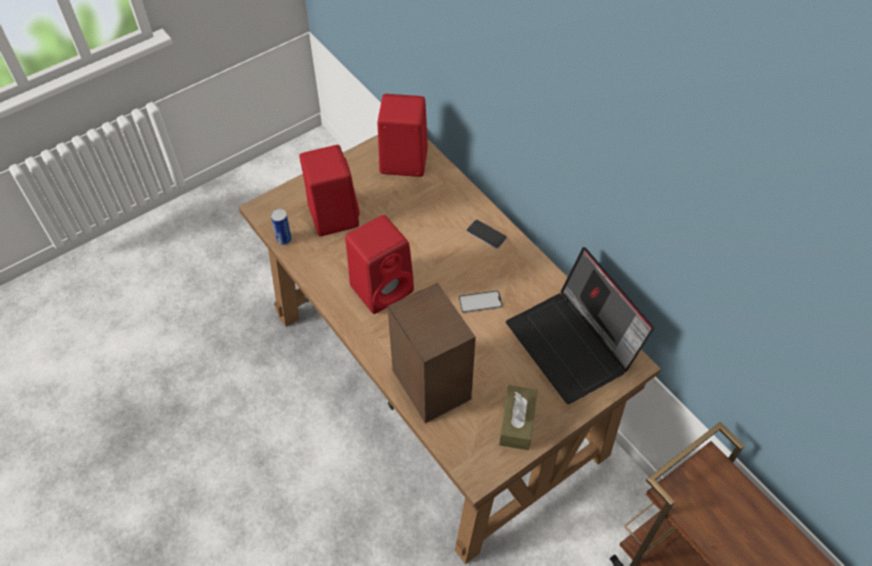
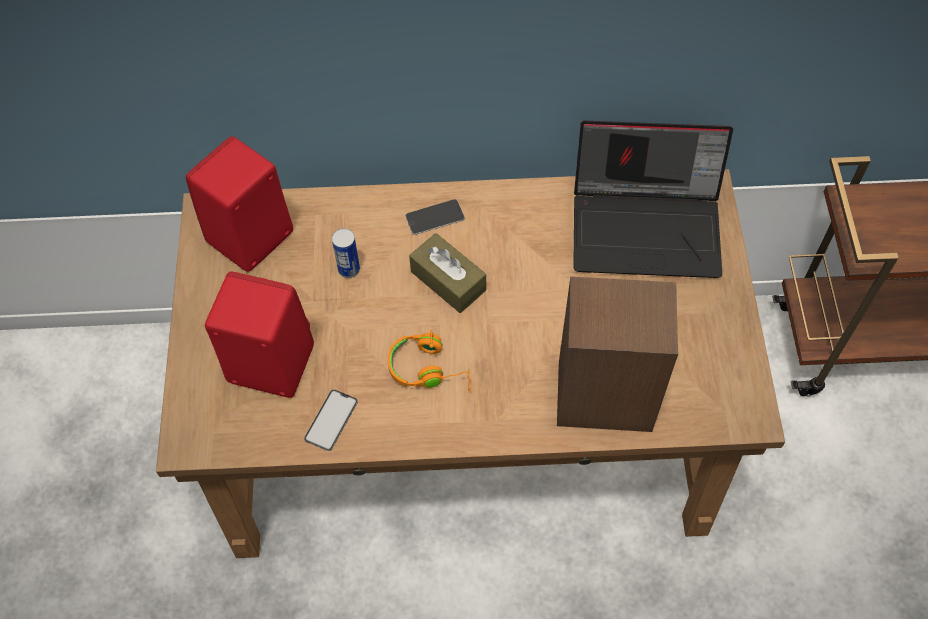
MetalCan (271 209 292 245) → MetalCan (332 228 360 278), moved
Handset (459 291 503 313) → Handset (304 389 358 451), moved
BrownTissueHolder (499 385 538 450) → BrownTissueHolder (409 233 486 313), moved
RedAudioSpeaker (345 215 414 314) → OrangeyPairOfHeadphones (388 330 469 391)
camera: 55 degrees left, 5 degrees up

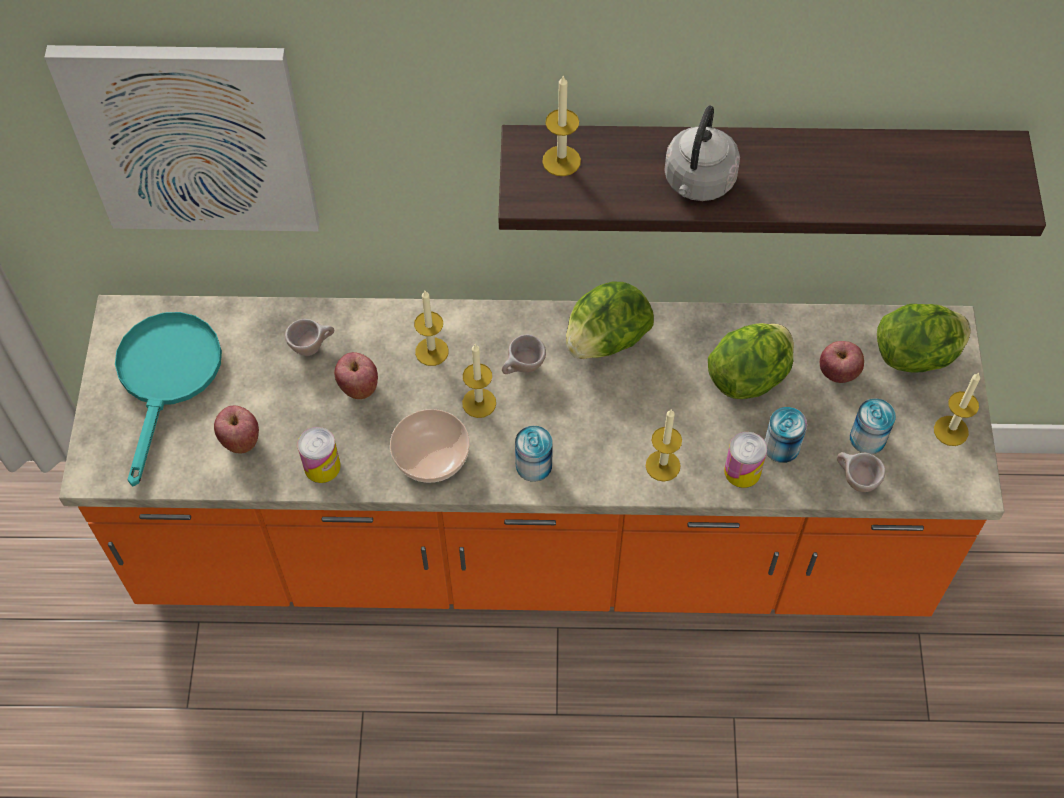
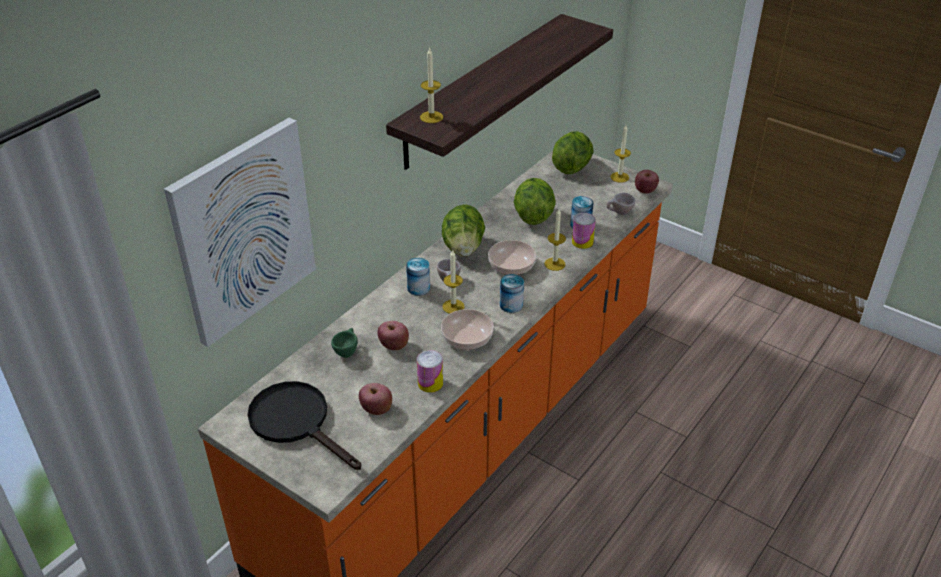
WaxLight (414 291 449 366) → -
GrayWaterKettle (664 106 740 201) → -
- → Bowl (488 240 536 275)
Apple (820 341 864 383) → Apple (635 170 659 194), moved
MetalCan (850 398 896 454) → MetalCan (406 258 430 296), moved
BlueGreenSkillet (115 312 222 486) → BlackishSkillet (247 381 361 470)
BeigeColouredCup (285 319 334 356) → GreenColouredCup (331 328 358 358)
camera: 55 degrees left, 20 degrees down

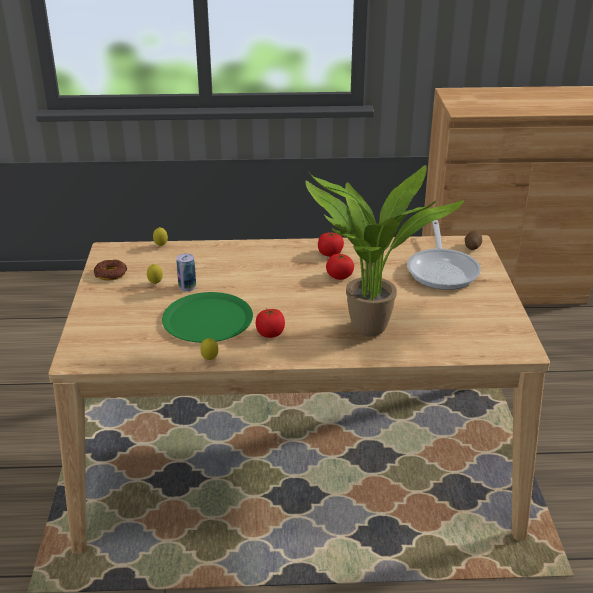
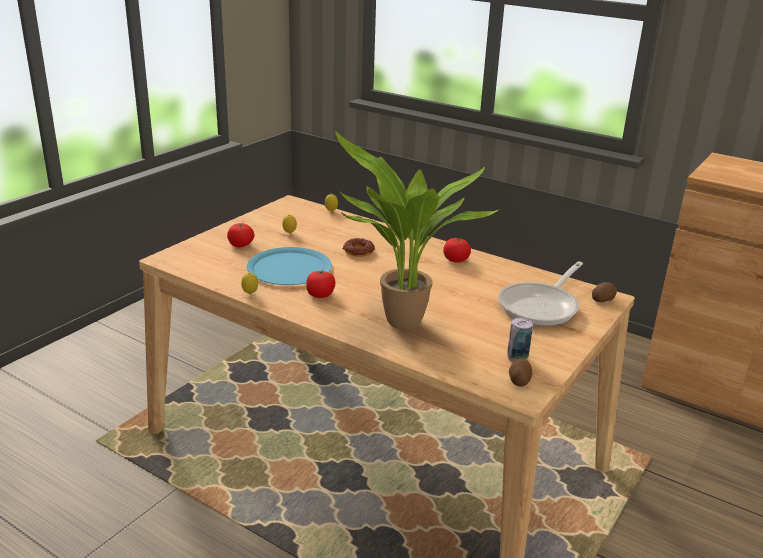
- → WholePotato (509 359 532 386)
Doughnut (94 260 127 281) → Doughnut (343 238 375 257), moved
MetalCan (176 253 196 292) → MetalCan (507 318 533 362), moved
FreshTomato (326 254 354 280) → FreshTomato (227 223 255 247), moved
GreenColouredFlatDish (162 292 253 343) → BlueColouredFlatDish (247 247 332 285)
camera: 35 degrees right, 5 degrees down

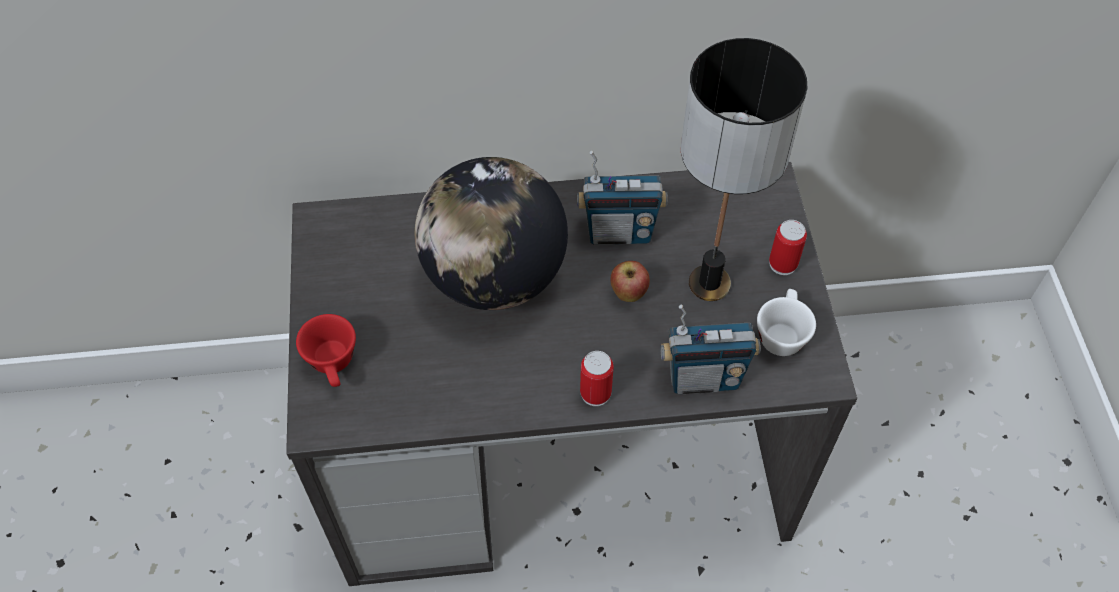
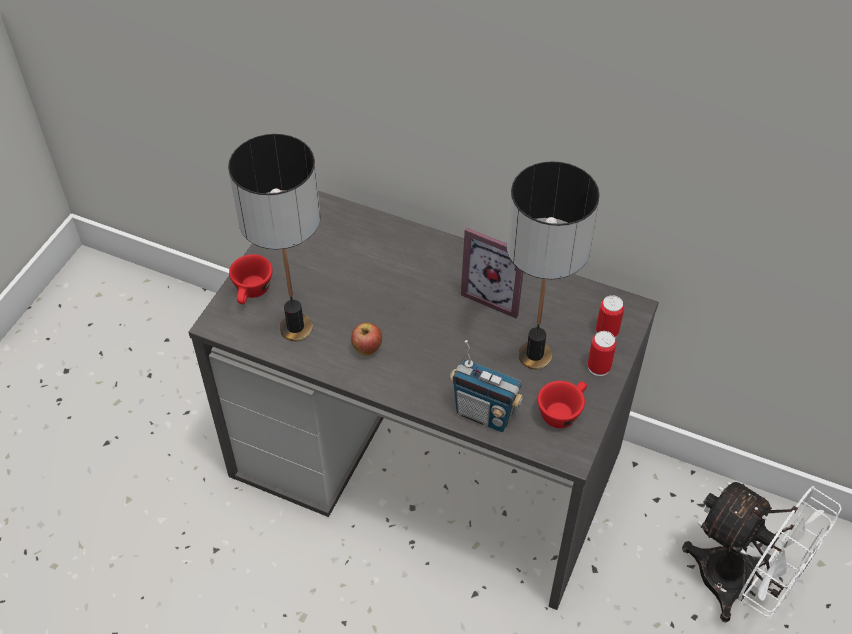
Globe (415 157 568 310) → -
- → LampForATable (228 134 321 341)
- → WhiteColouredElectricFan (682 482 842 623)
MetalCan (580 351 614 406) → MetalCan (596 295 624 338), moved
Apple (610 261 650 302) → Apple (351 323 382 356), moved
RadioSet (577 151 668 245) → PhotoFrame (461 228 523 318)
WhiteColouredCup (757 289 816 356) → RedCup (538 381 587 428)
camera: 30 degrees right, 5 degrees down

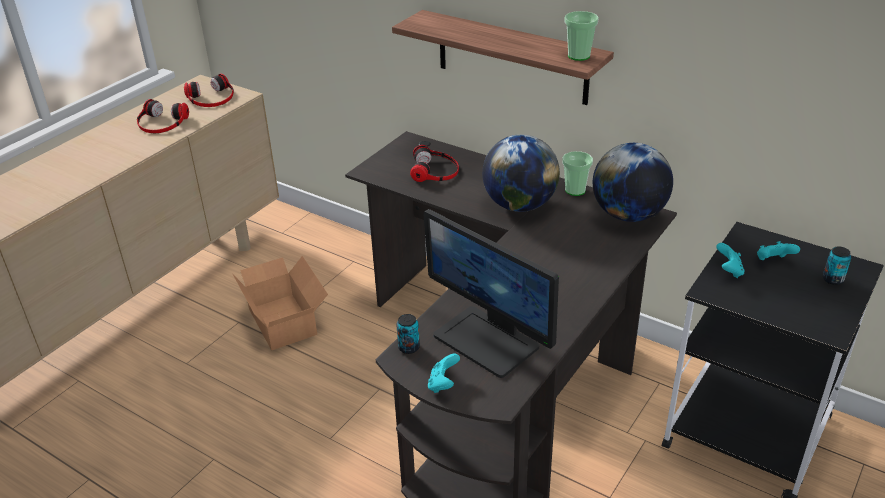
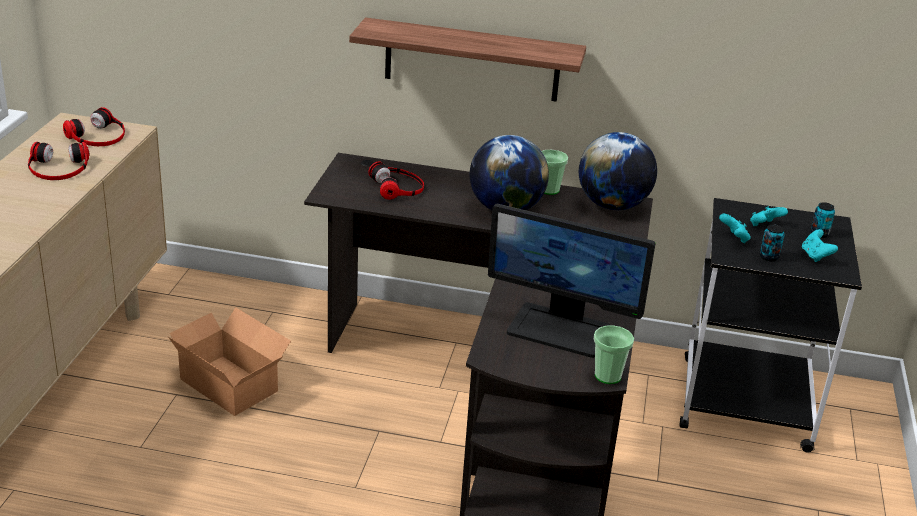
MetalCan (396 314 420 354) → MetalCan (760 224 785 261), moved
BlueGreenJoypad (428 353 460 393) → BlueGreenJoypad (802 229 838 262), moved
Cup (564 11 599 61) → Cup (594 325 634 384), moved
camera: 25 degrees left, 5 degrees down

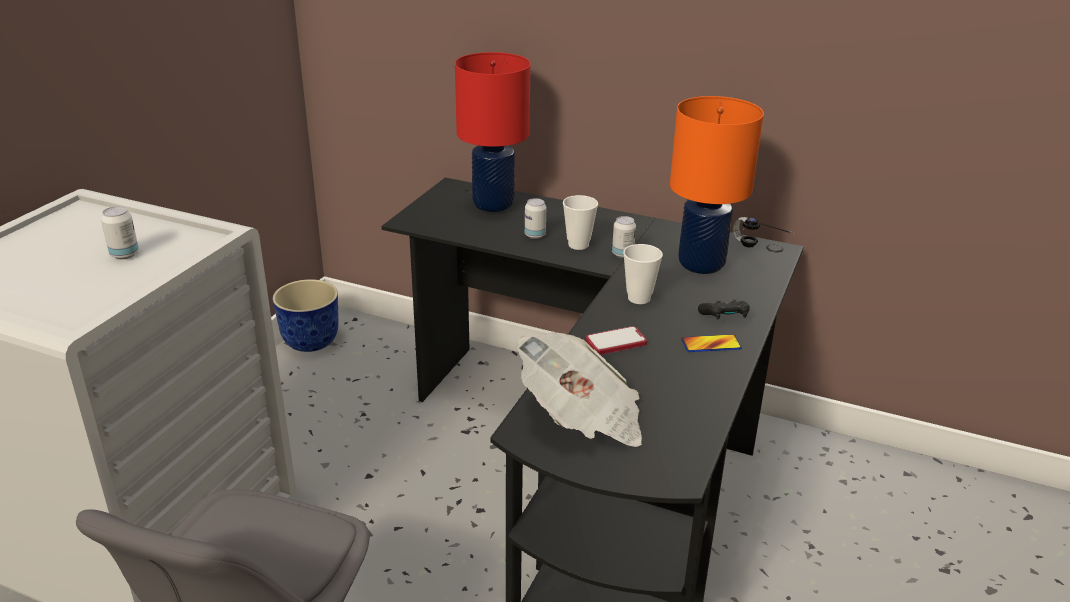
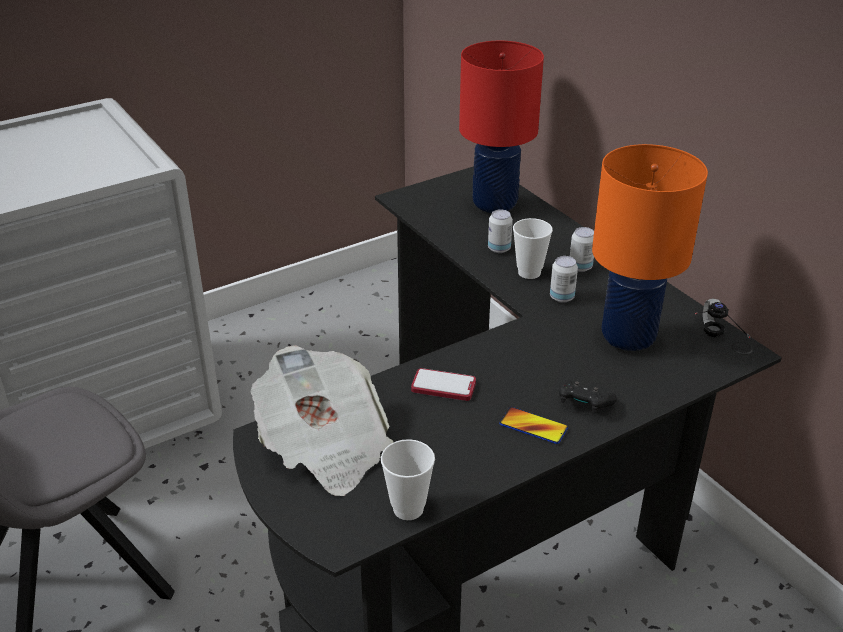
FlowerPot (272 279 338 352) → -
MetalCan (101 206 139 259) → MetalCan (570 227 594 272), moved
Cup (623 244 663 304) → Cup (381 439 435 520), moved
camera: 35 degrees right, 5 degrees up

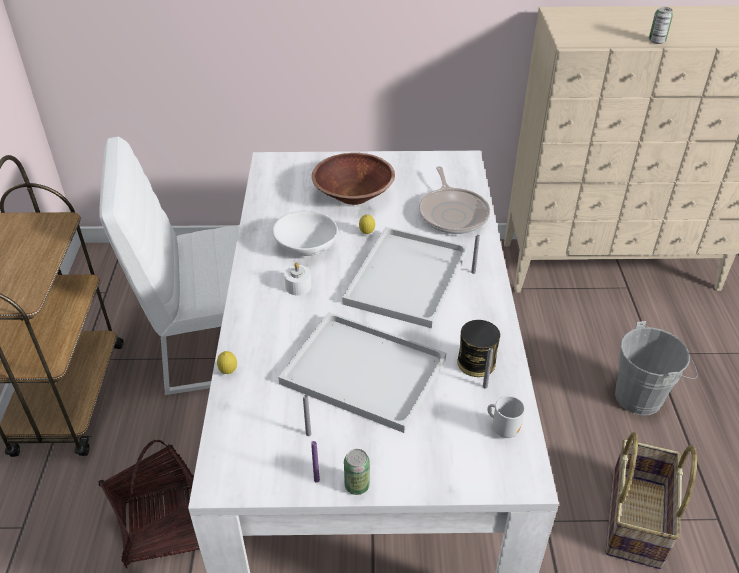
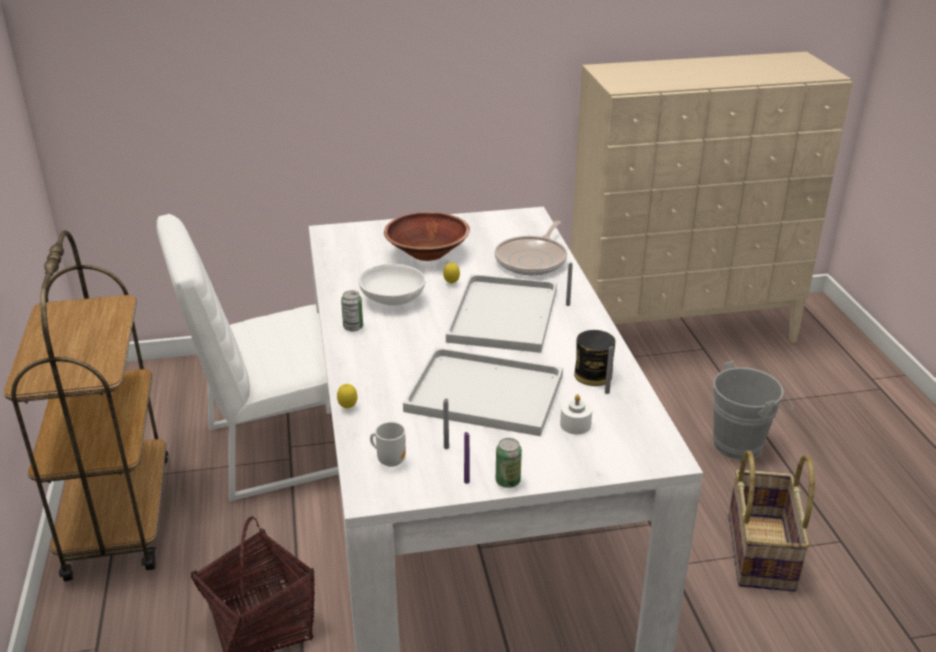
WhiteColouredWaxLight (284 262 312 296) → WhiteColouredWaxLight (560 394 592 434), moved
Mug (487 396 525 438) → Mug (370 422 406 467), moved
MetalCan (649 7 673 44) → MetalCan (341 291 363 331), moved
Skillet (419 166 490 234) → Skillet (495 221 567 275), 45 degrees clockwise
camera: 10 degrees left, 10 degrees down

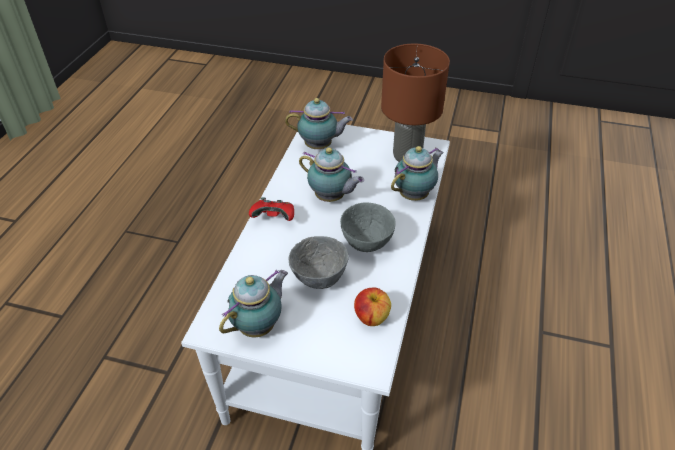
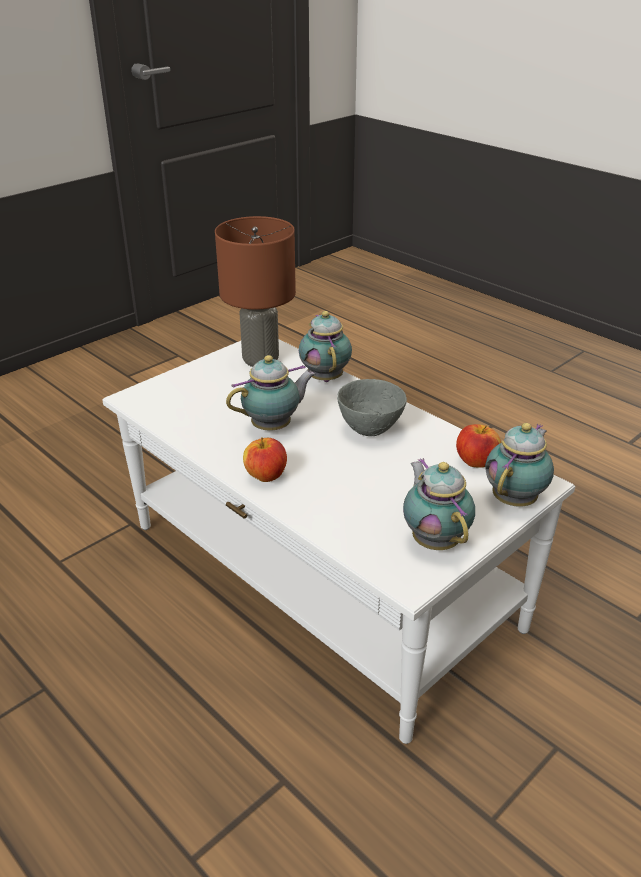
GrayBowl (289 236 349 289) → -
Teapot (285 98 353 149) → Teapot (485 423 554 507), moved
RedJoypad (249 197 294 221) → Apple (243 437 287 482)
camera: 60 degrees left, 10 degrees down

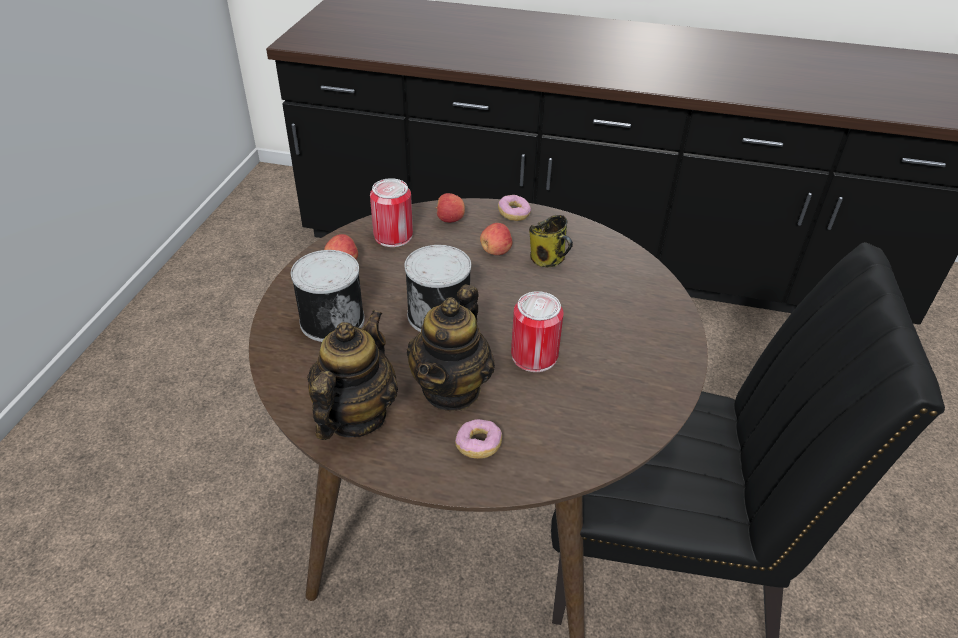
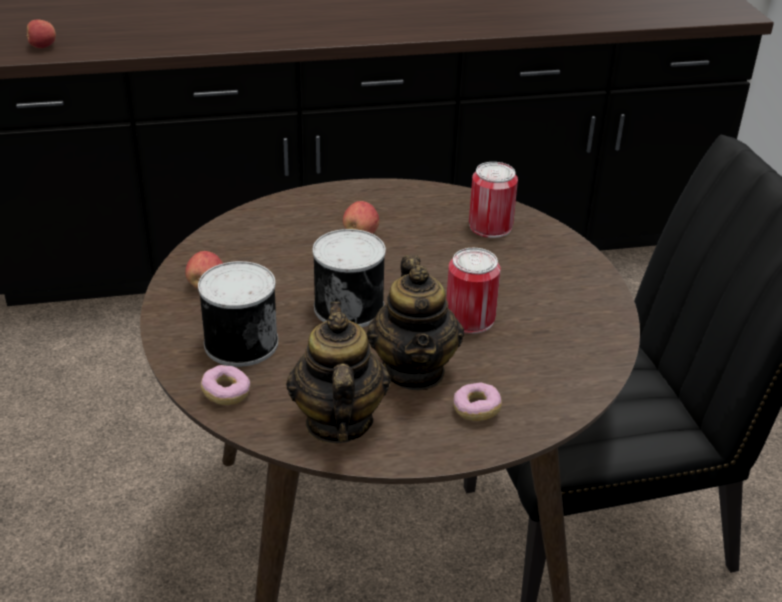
Mug (529 215 573 267) → -
MetalCan (370 178 413 247) → MetalCan (469 162 518 238), moved
Apple (436 193 465 223) → Apple (26 19 56 48), moved
Doughnut (498 195 531 221) → Doughnut (201 365 251 405), moved
camera: 25 degrees left, 5 degrees down

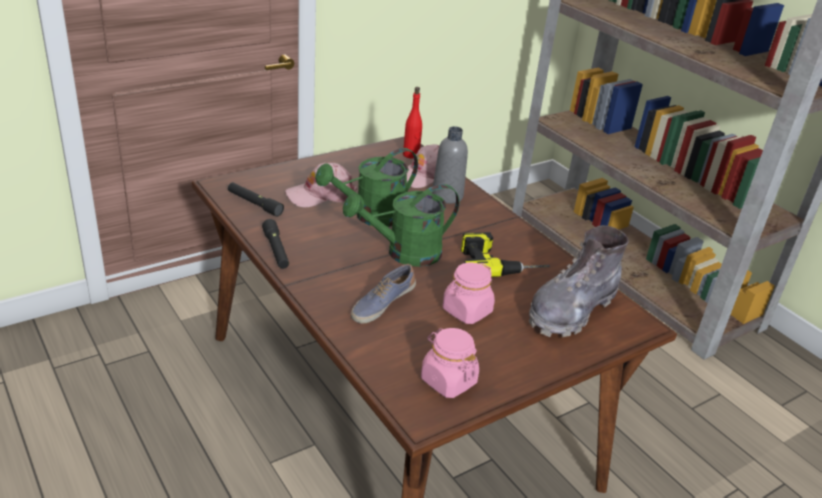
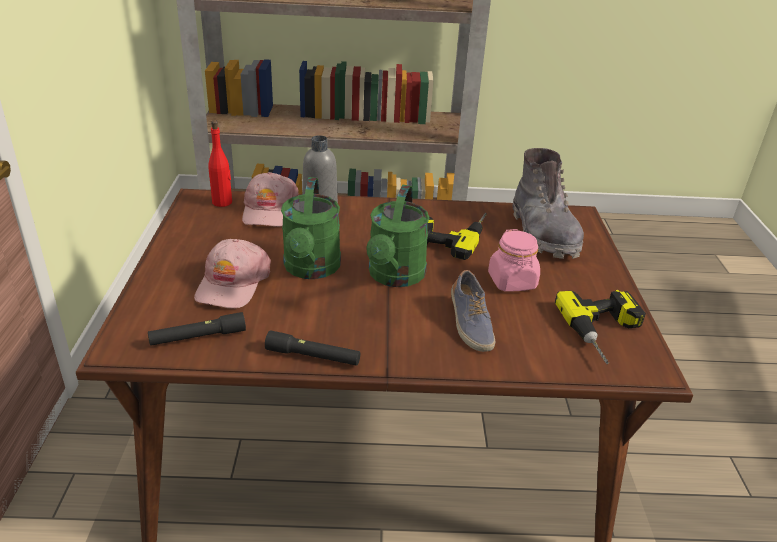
PinkJar (421 328 479 398) → PowerDrill (555 290 646 364)
camera: 55 degrees left, 0 degrees up

